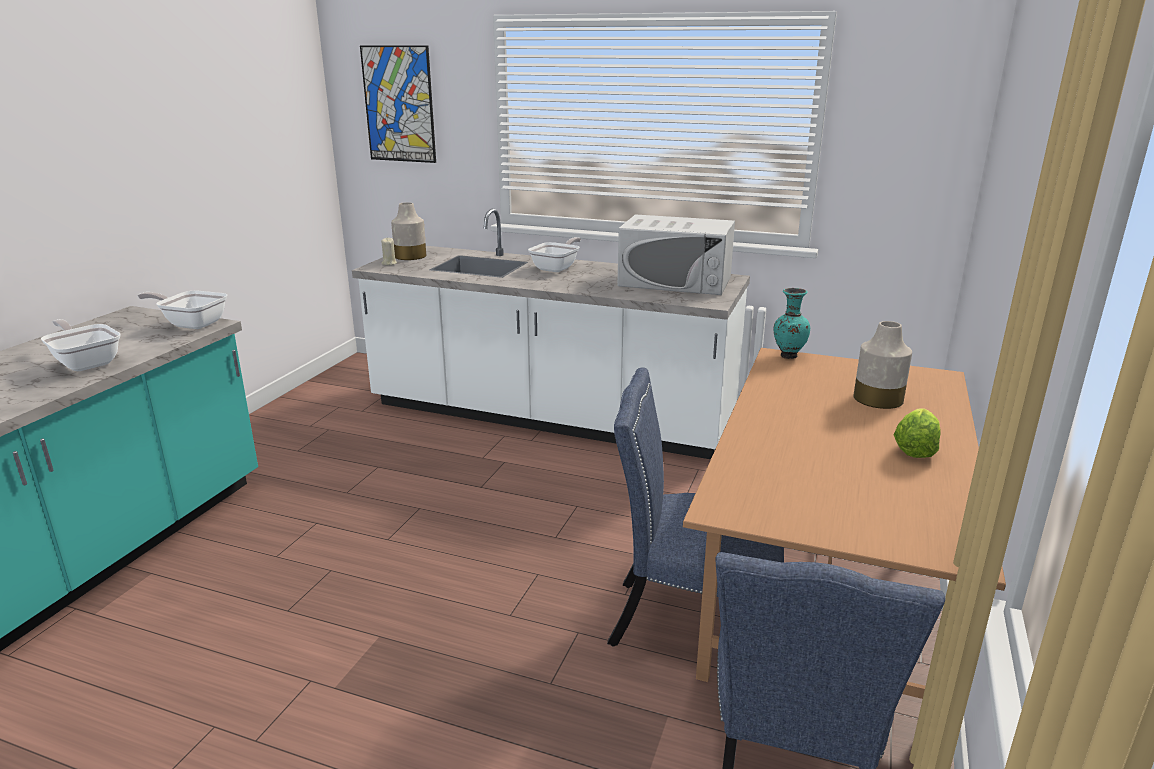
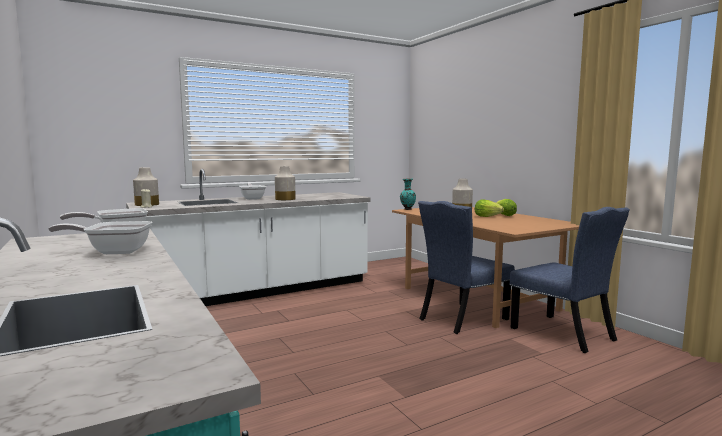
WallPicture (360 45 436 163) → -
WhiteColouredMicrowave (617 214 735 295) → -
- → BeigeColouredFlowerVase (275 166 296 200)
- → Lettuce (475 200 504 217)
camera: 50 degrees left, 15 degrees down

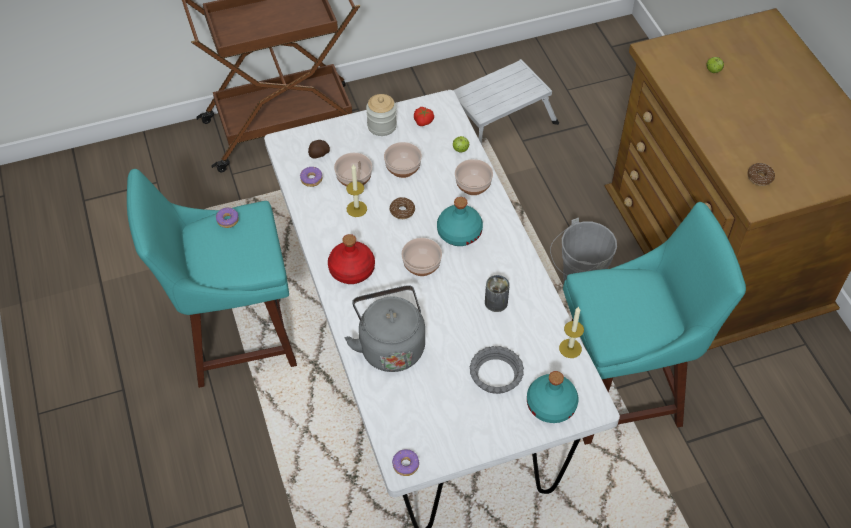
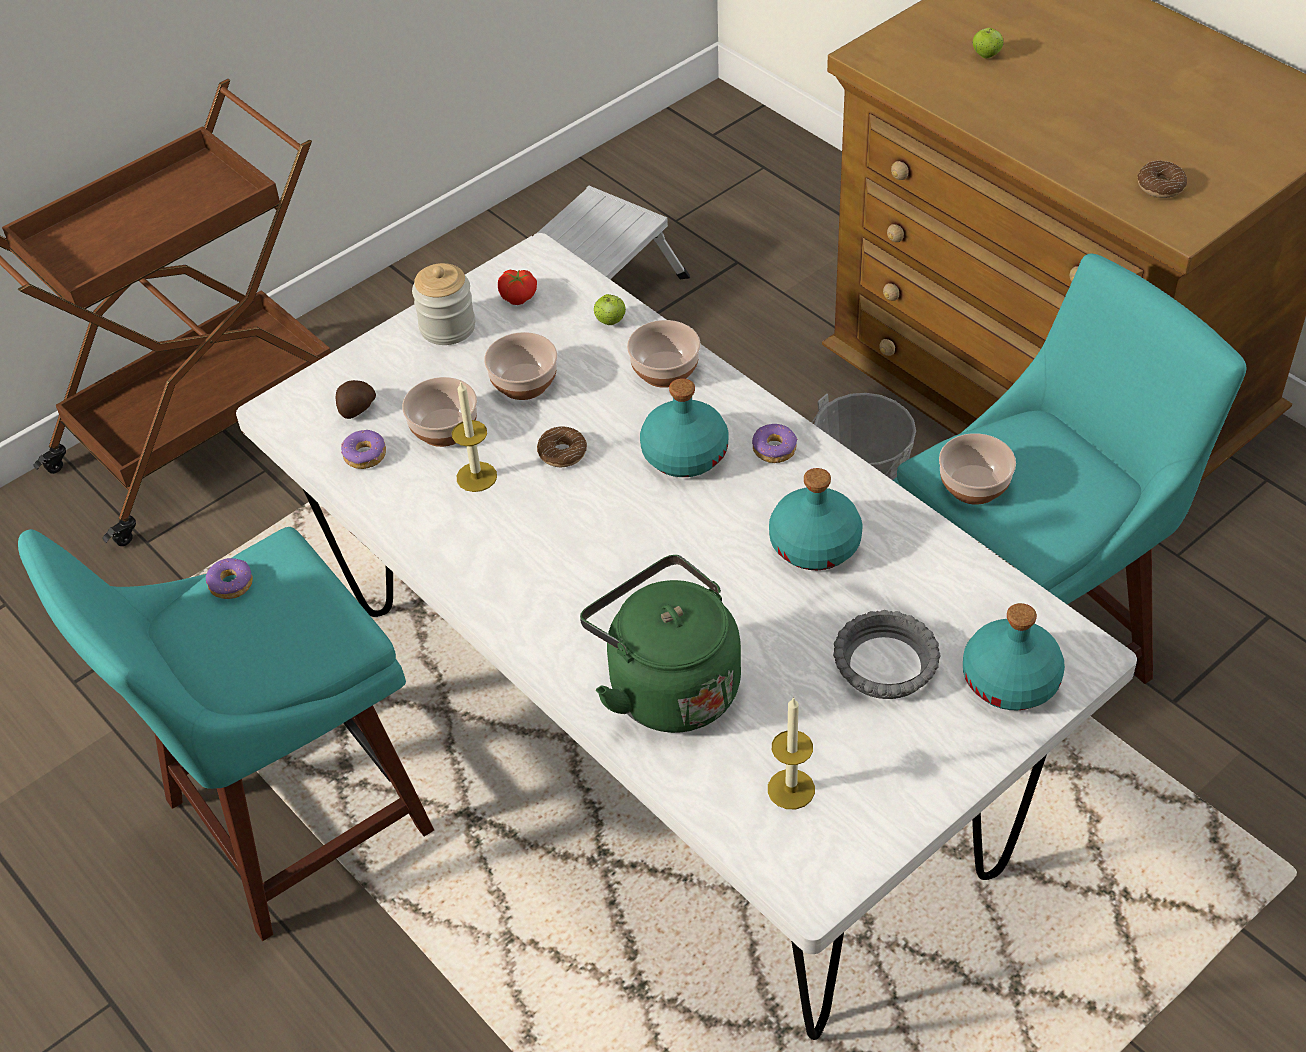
RedDrinkBottle (328 234 375 284) → -
Doughnut (392 449 419 476) → Doughnut (752 424 798 463), moved
Bowl (401 238 442 276) → Bowl (939 433 1016 505), moved
WaxLight (559 306 584 358) → WaxLight (768 696 815 809), moved
MetalCan (485 275 510 312) → BlueGreenDrinkBottle (769 468 863 570)
GrayWaterKettle (345 285 425 372) → GreenColouredWaterKettle (580 555 741 733)
camera: 20 degrees left, 5 degrees down

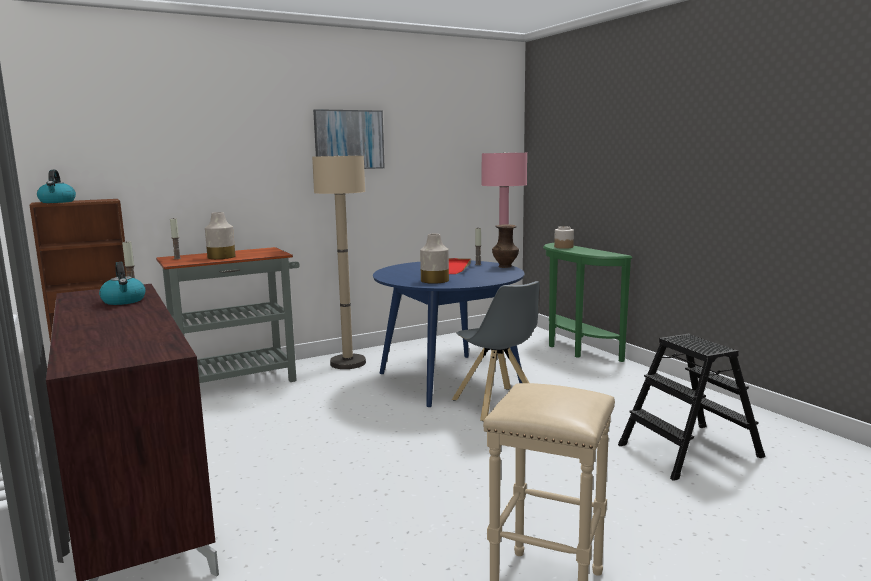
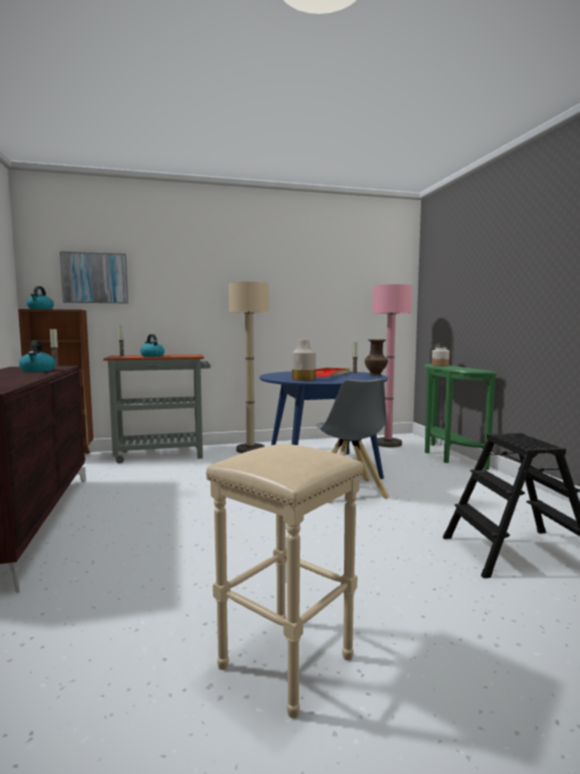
WallPicture (313 109 385 169) → WallPicture (60 251 128 303), moved
BeigeColouredFlowerVase (205 212 236 259) → WaterKettle (140 334 164 357)
camera: 15 degrees right, 5 degrees down

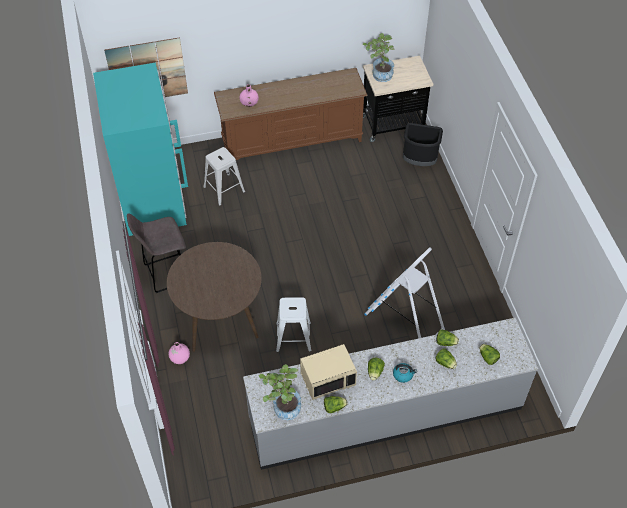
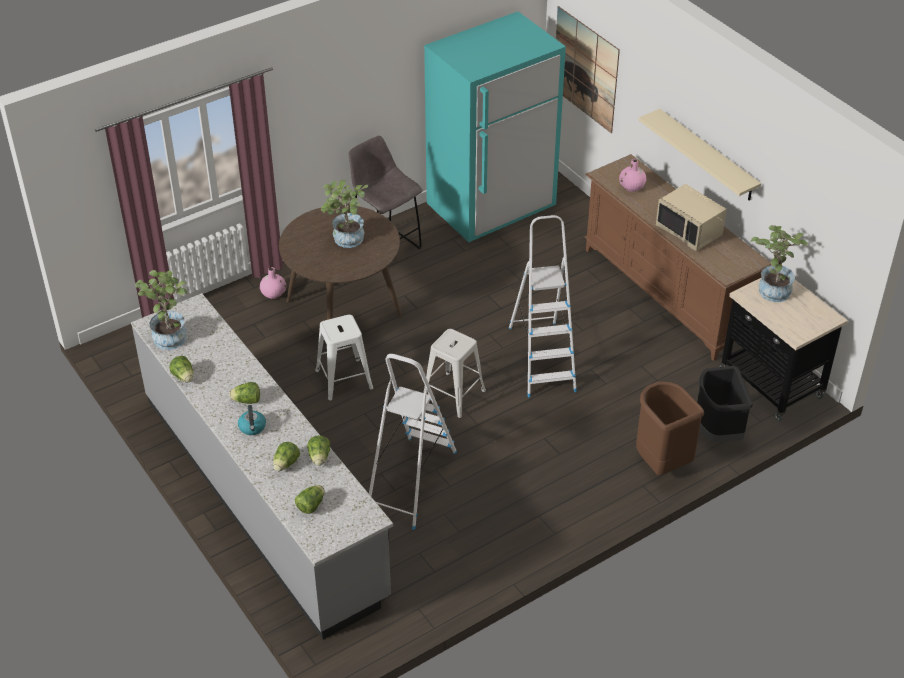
- → Houseplant (321 180 368 248)
- → WhiteColouredStepLadder (509 215 577 398)
- → BrownRubbishBin (636 381 704 475)
- → BeigeColouredWallShelf (638 109 761 201)
WhiteColouredStool (203 147 245 206) → WhiteColouredStool (423 329 486 418), moved
BeigeColouredMicrowave (300 344 357 400) → BeigeColouredMicrowave (656 184 727 251), moved
camera: 70 degrees right, 10 degrees down

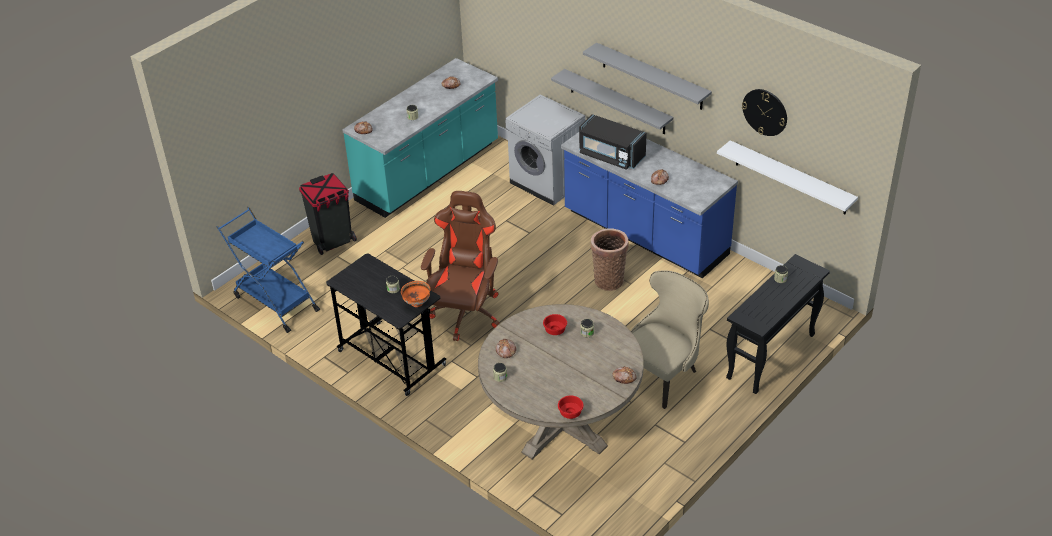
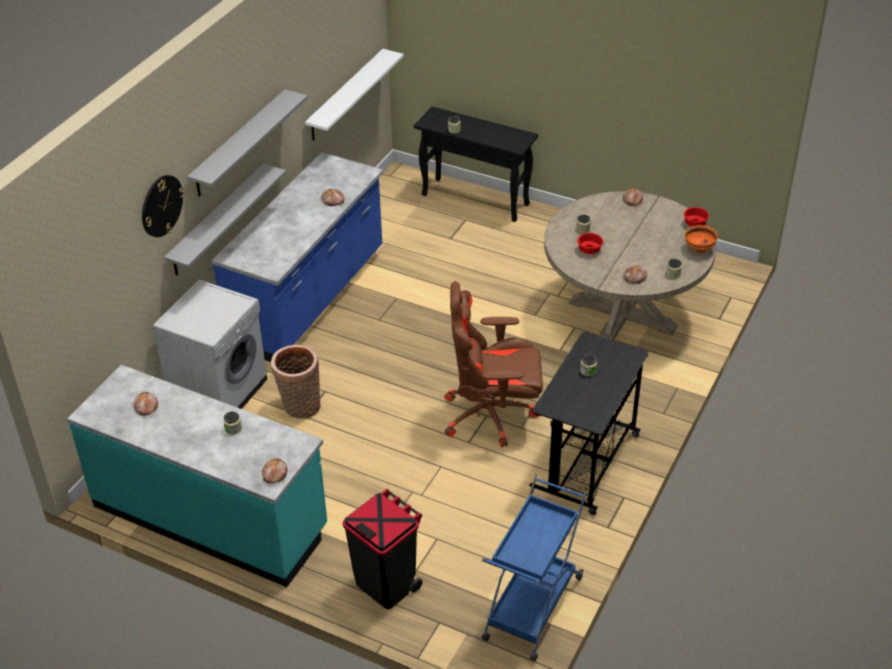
BlackishMicrowave (579 114 647 170) → -
BeigeColouredChair (631 270 709 409) → -
OrangeyBowl (401 281 430 307) → OrangeyBowl (684 225 718 253), moved
StorageBasket (591 228 629 291) → StorageBasket (271 345 321 419), moved
WallClock (742 89 787 136) → WallClock (142 175 184 237), moved
camera: 105 degrees left, 0 degrees up

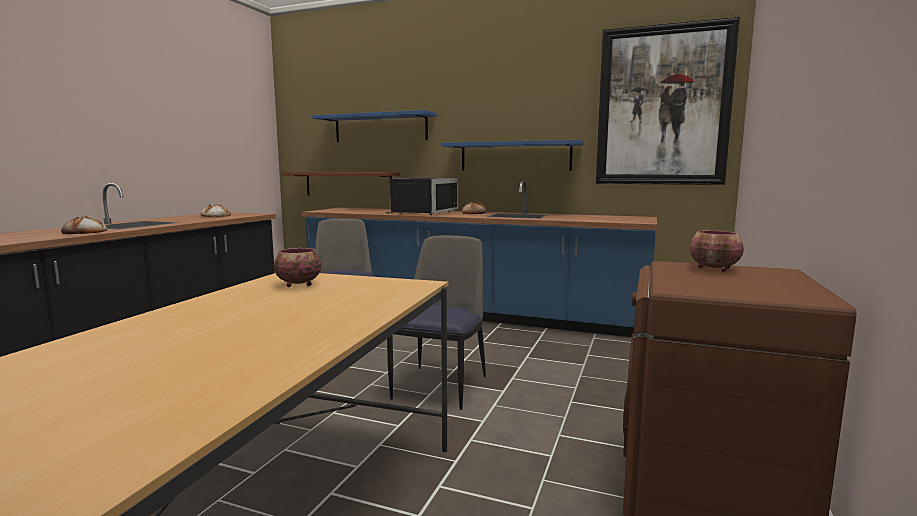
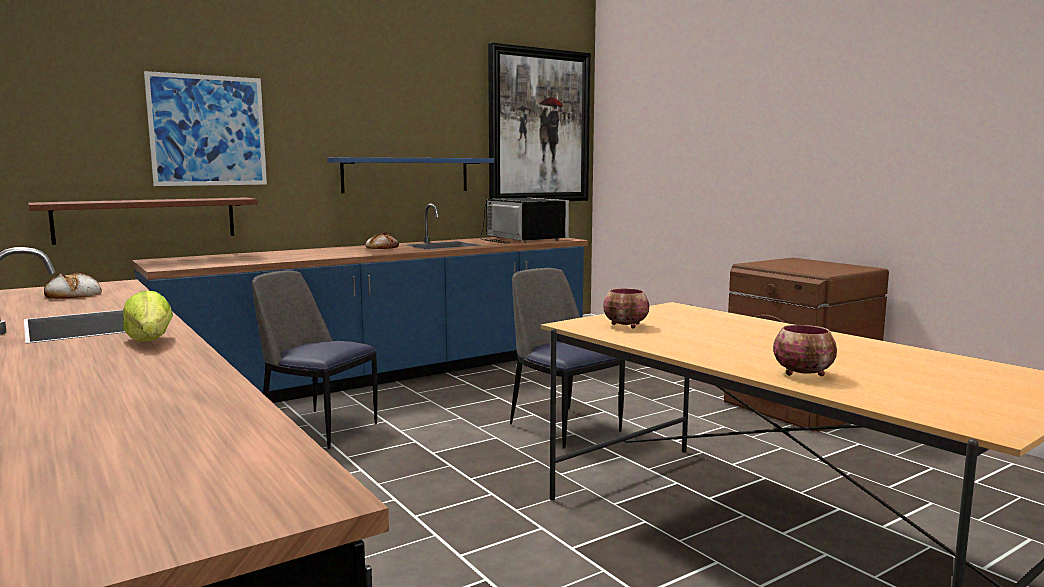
BlackishMicrowave (386 178 458 215) → BlackishMicrowave (480 198 569 243), moved
Bowl (689 230 744 272) → Bowl (773 325 837 376), moved
Bread (61 216 107 234) → Lettuce (123 290 173 342)
BlueColouredWallShelf (312 110 437 142) → WallPicture (144 71 267 186)
camera: 55 degrees left, 0 degrees up

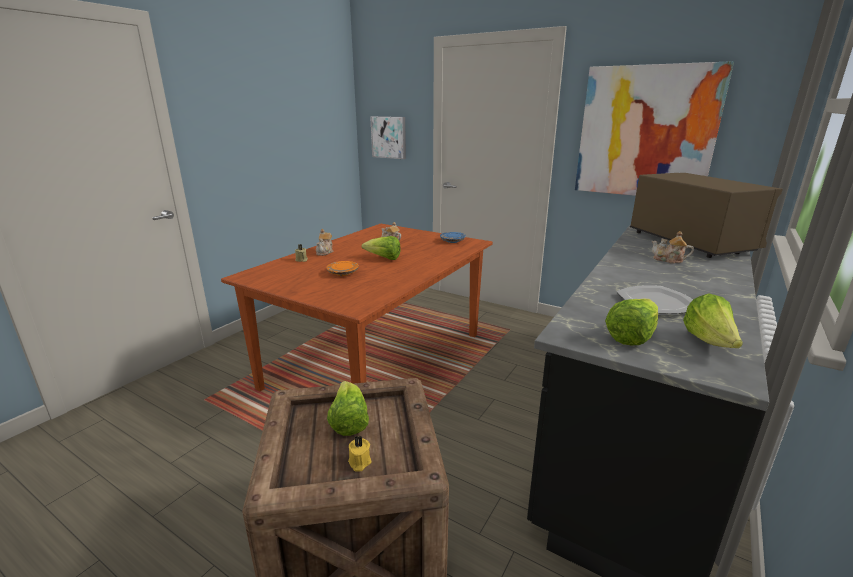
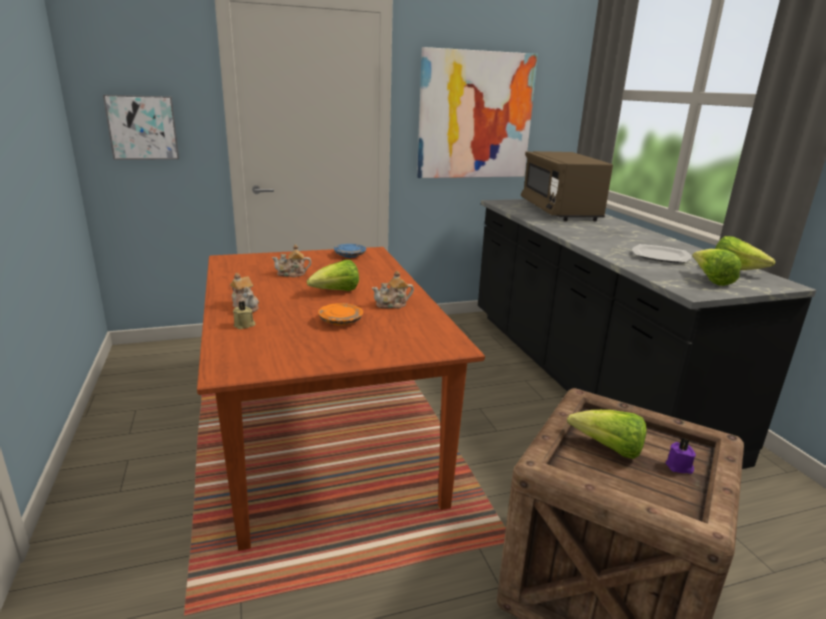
Teapot (652 231 694 264) → Teapot (372 271 414 309), moved
YellowColouredWaxLight (348 435 371 472) → PurpleWaxLight (665 438 696 474)
BrownMicrowave (630 173 783 258) → BrownMicrowave (521 151 613 221), 120 degrees counterclockwise
camera: 50 degrees left, 0 degrees up

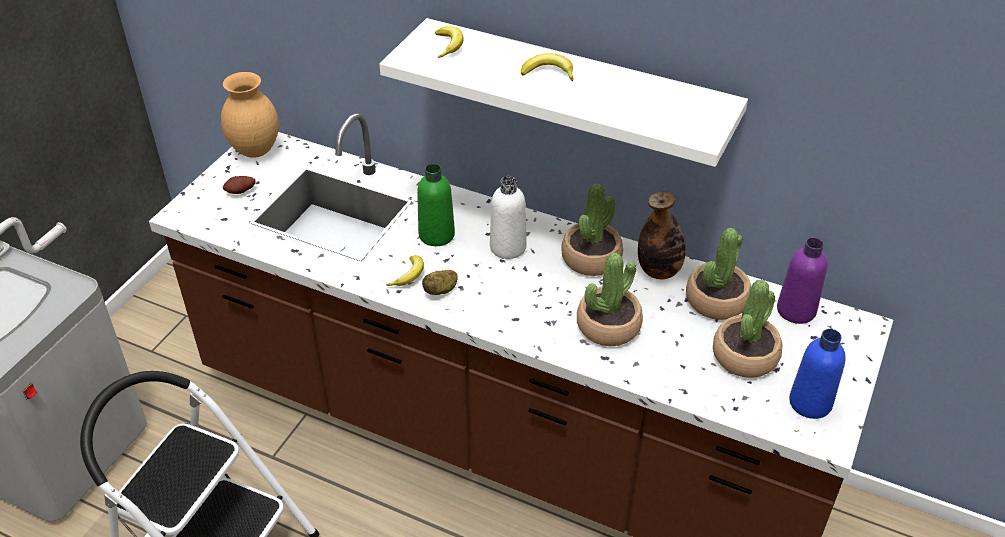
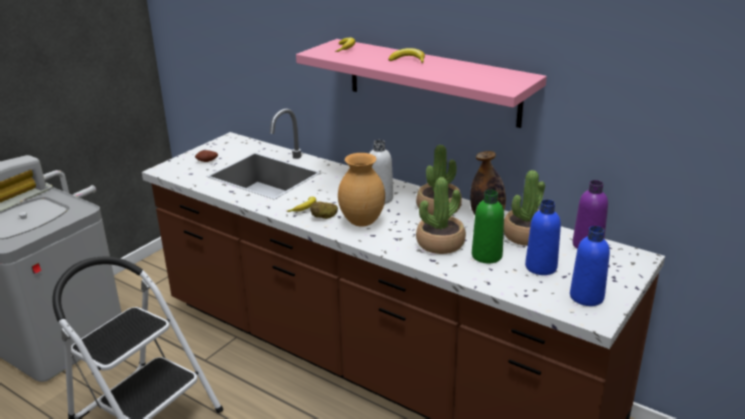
BrownFlowerVase (221 72 279 158) → BrownFlowerVase (338 153 385 227), moved
GreenColouredDrinkBottle (417 164 455 246) → GreenColouredDrinkBottle (472 190 504 263), moved
Houseplant (713 280 782 378) → BlueColouredDrinkBottle (525 200 561 275)
WhiteColouredWallShelf (379 18 748 167) → PinkWallShelf (296 39 547 128)
camera: 10 degrees right, 15 degrees down

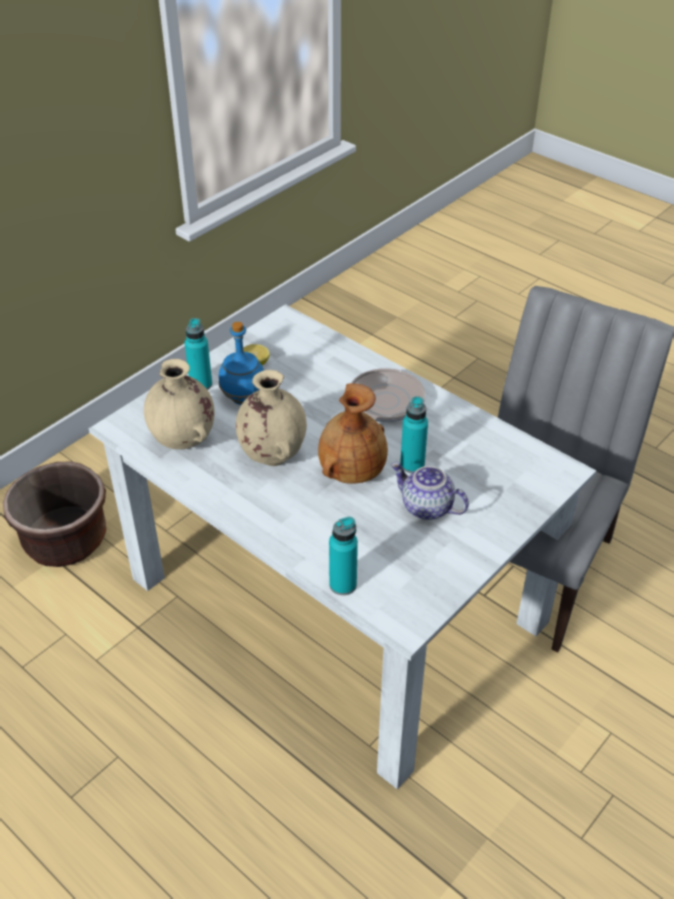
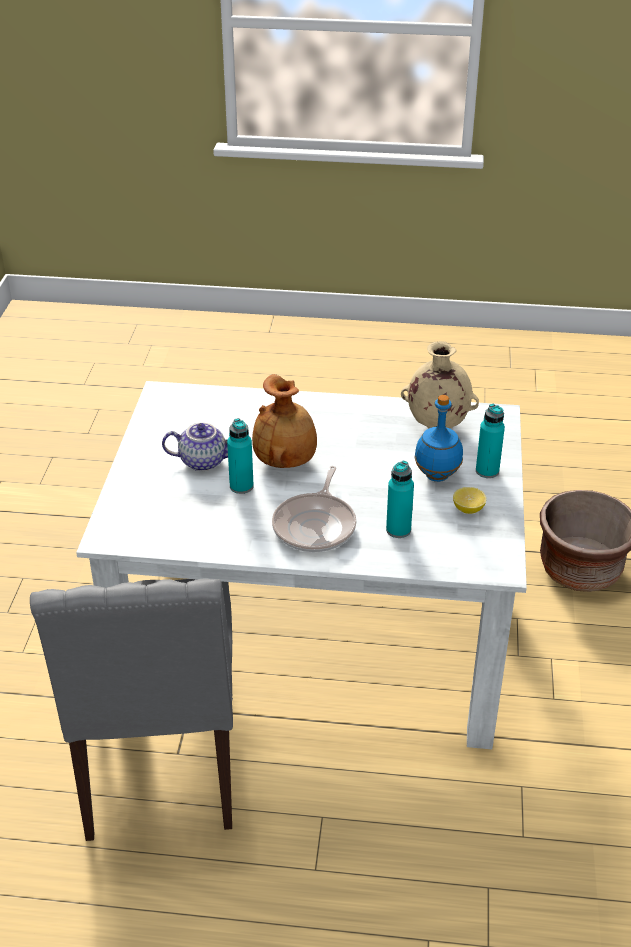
BeigeColouredFlowerVase (236 370 307 466) → -
BlueGreenDrinkBottle (329 517 358 595) → BlueGreenDrinkBottle (386 461 414 538), moved
camera: 145 degrees right, 5 degrees down

